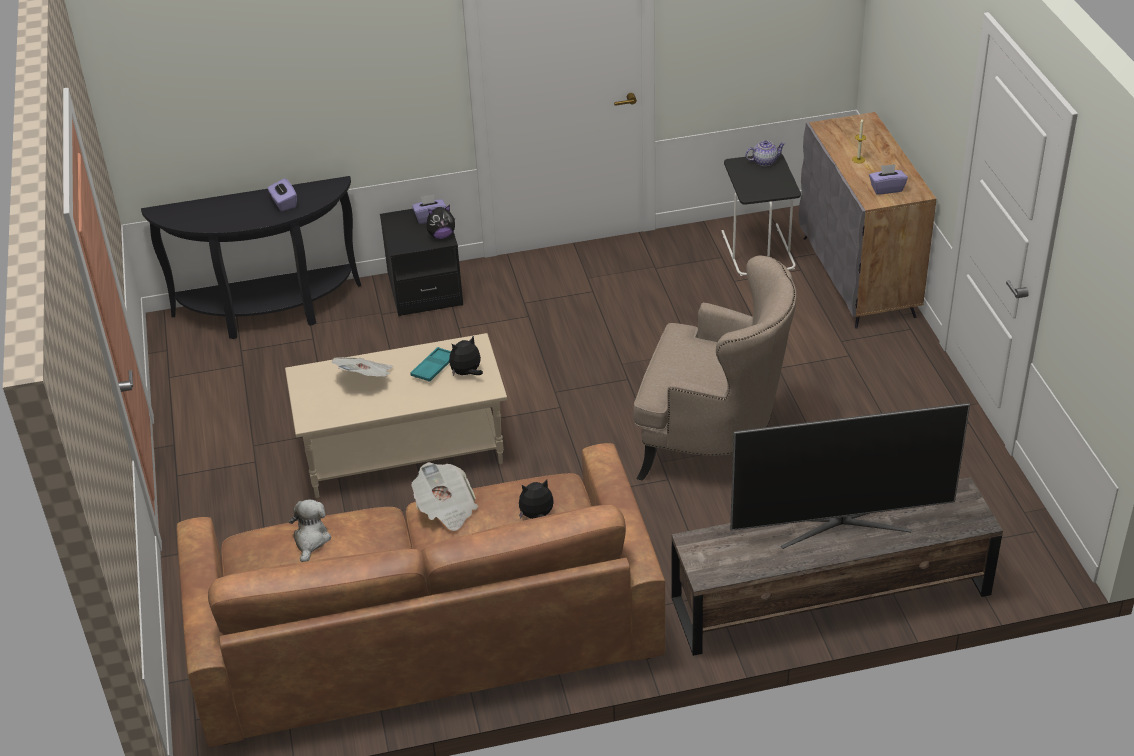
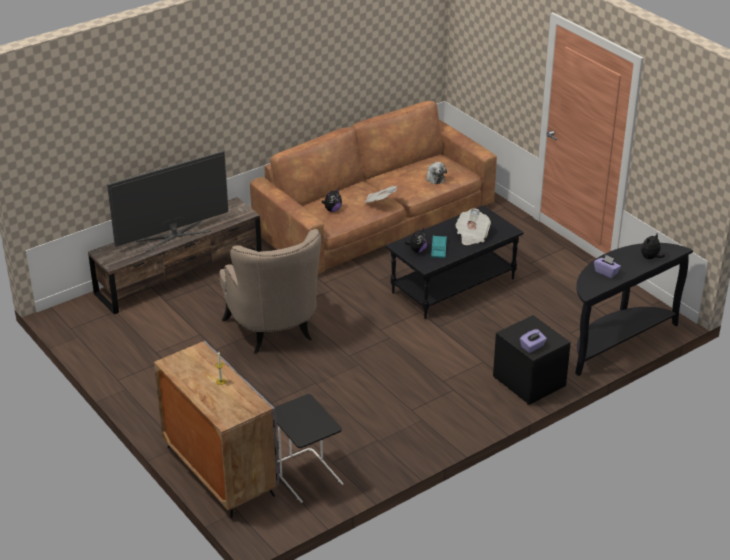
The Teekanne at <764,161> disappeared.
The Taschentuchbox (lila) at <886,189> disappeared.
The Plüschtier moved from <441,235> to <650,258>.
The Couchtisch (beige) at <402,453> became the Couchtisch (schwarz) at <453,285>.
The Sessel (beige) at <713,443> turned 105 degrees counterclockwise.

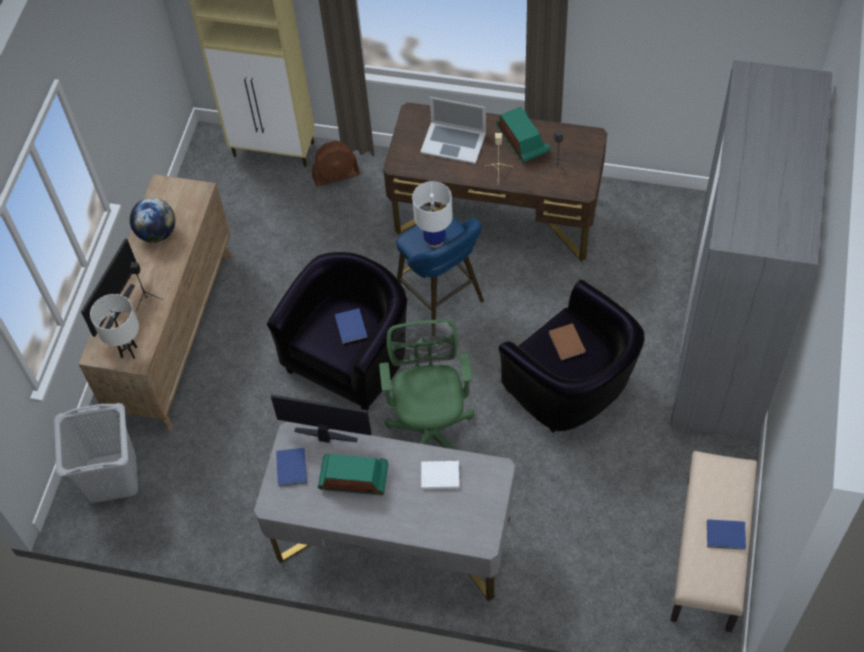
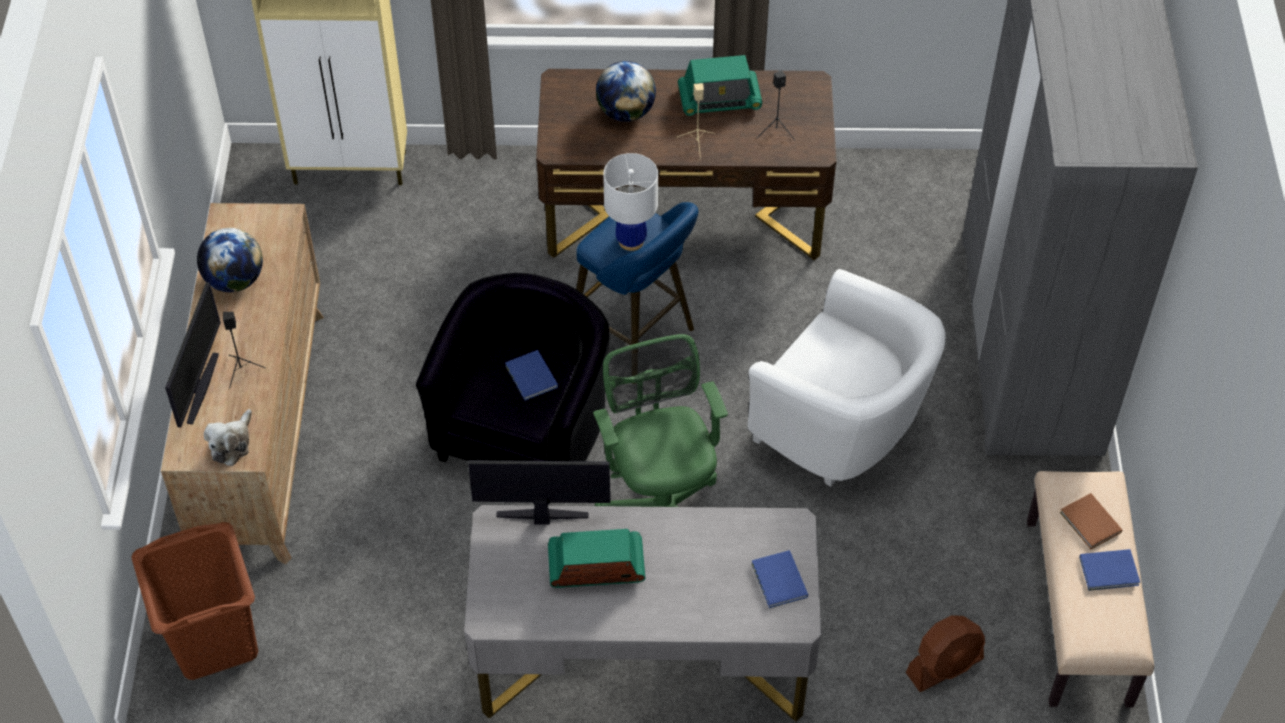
The Buch (weiß) at <439,475> disappeared.
The Buch (blau) moved from <291,469> to <779,582>.
The Ventilator (braun) moved from <336,175> to <945,666>.
The Buch (braun) moved from <566,344> to <1090,524>.
The Tischlampe (weiß) at <129,352> was replaced by the Plüschtier at <232,444>.
The Laptop at <453,142> was replaced by the Globus at <626,112>.
The Wäschekorb (grau) at <112,476> became the Wäschekorb (braun) at <215,639>.
The Sessel (schwarz) at <572,391> became the Sessel (weiß) at <843,428>.
The Radio at <522,141> turned 120 degrees clockwise.

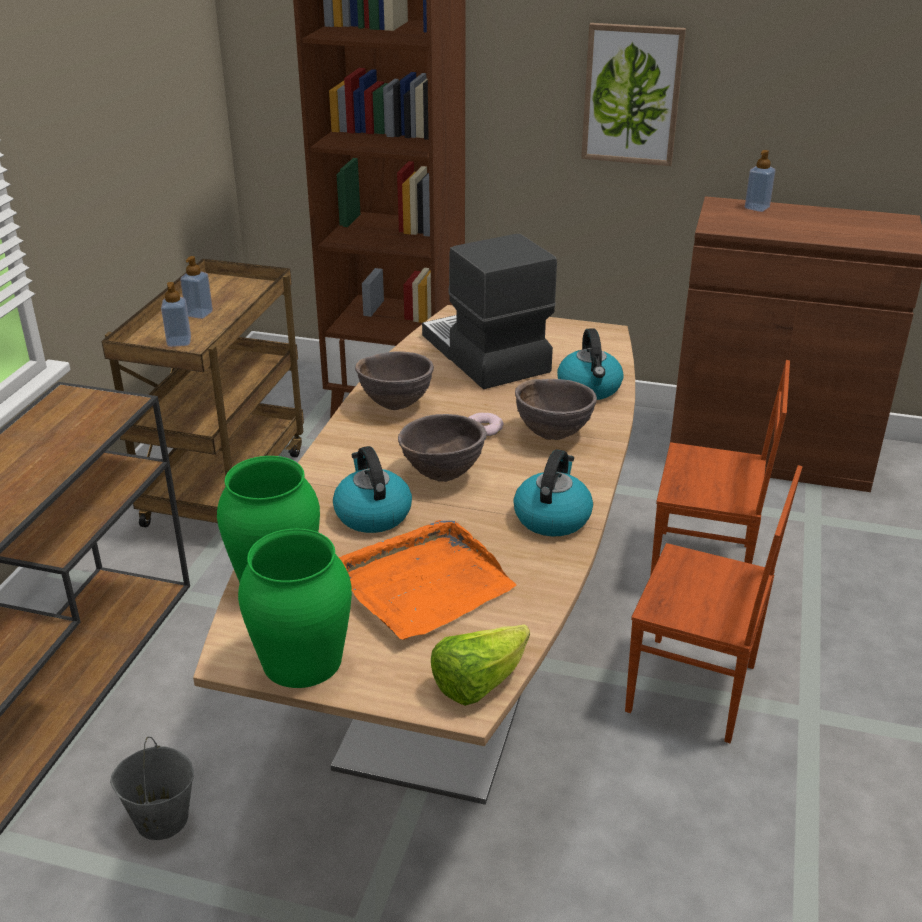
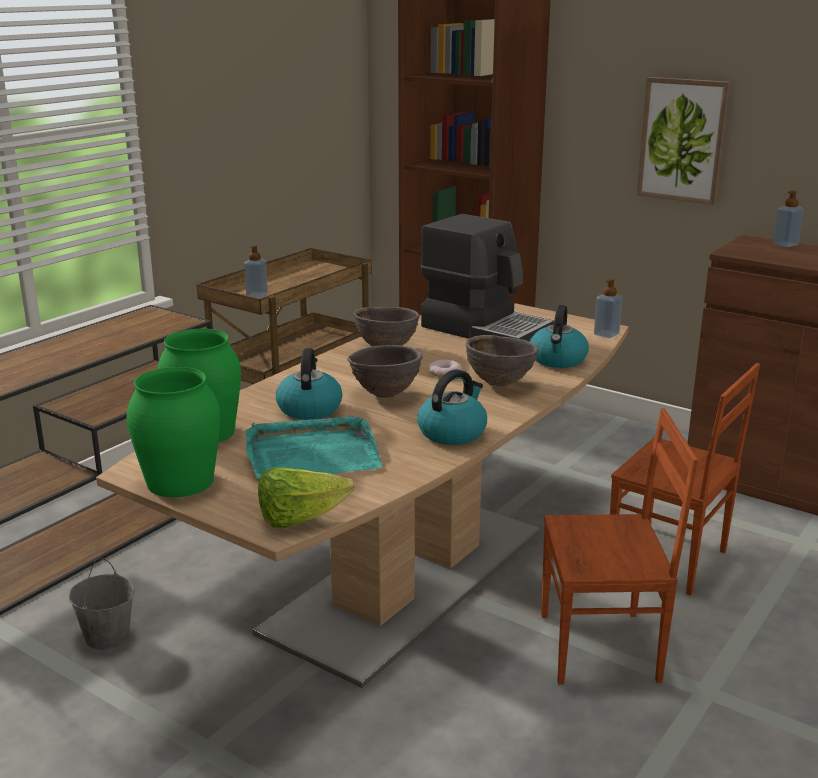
The Seifenspender moved from <199,314> to <606,334>.
The Tablett (orange) at <423,584> became the Tablett (türkis) at <311,455>.
The Kaffeemaschine at <484,354> turned 135 degrees clockwise.
The Stuhl (braun) at <693,690> turned 45 degrees counterclockwise.

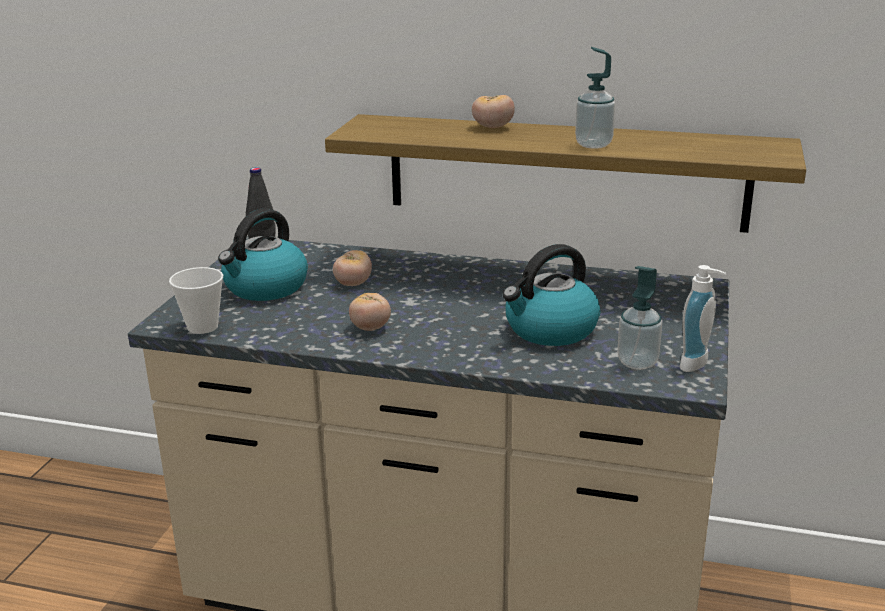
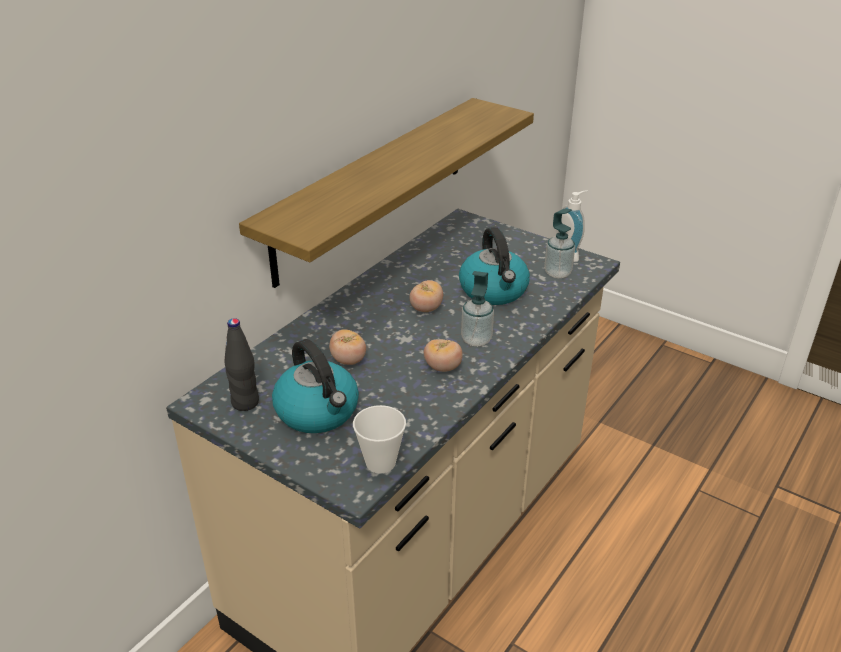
The Tomate moved from <493,127> to <426,309>.
The Seifenspender moved from <593,144> to <476,339>.

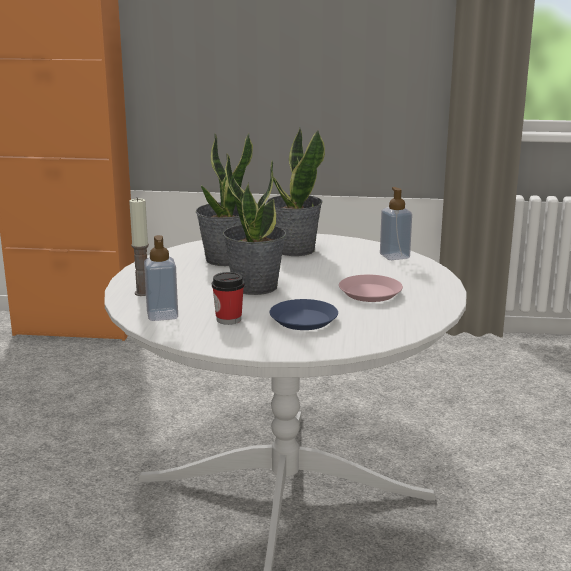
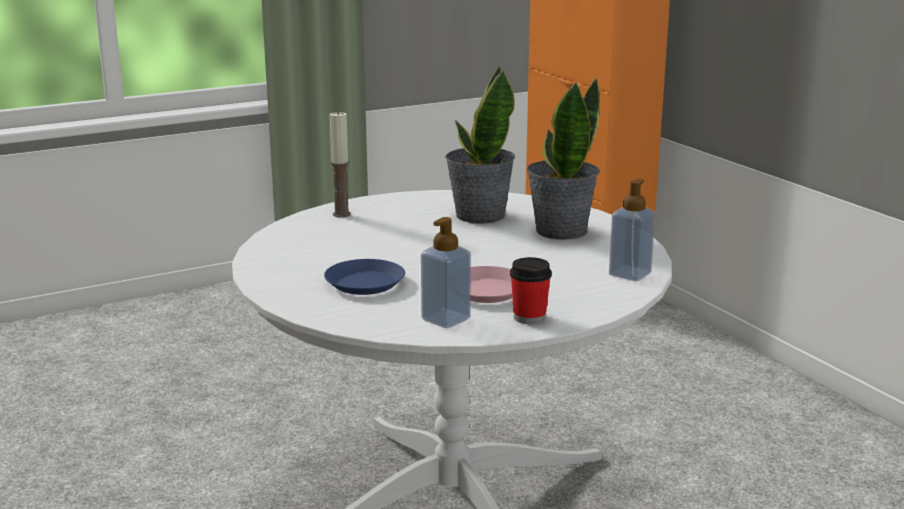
The Topfpflanze at <254,286> disappeared.
The Seifenspender moved from <162,315> to <445,319>.
The Tasse moved from <228,319> to <529,317>.

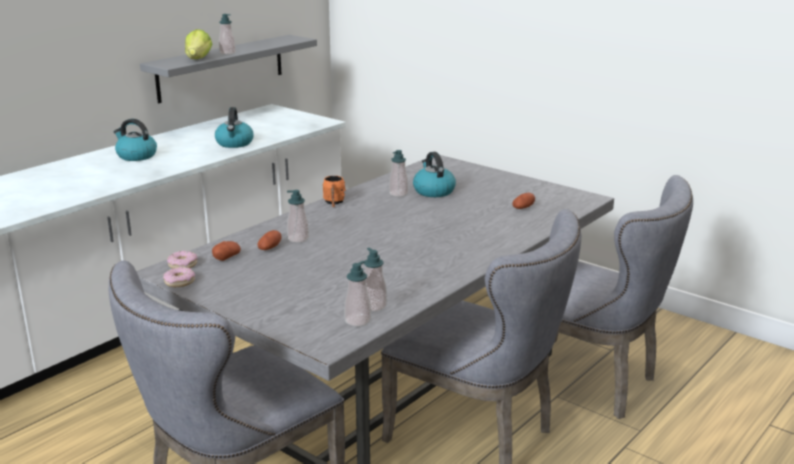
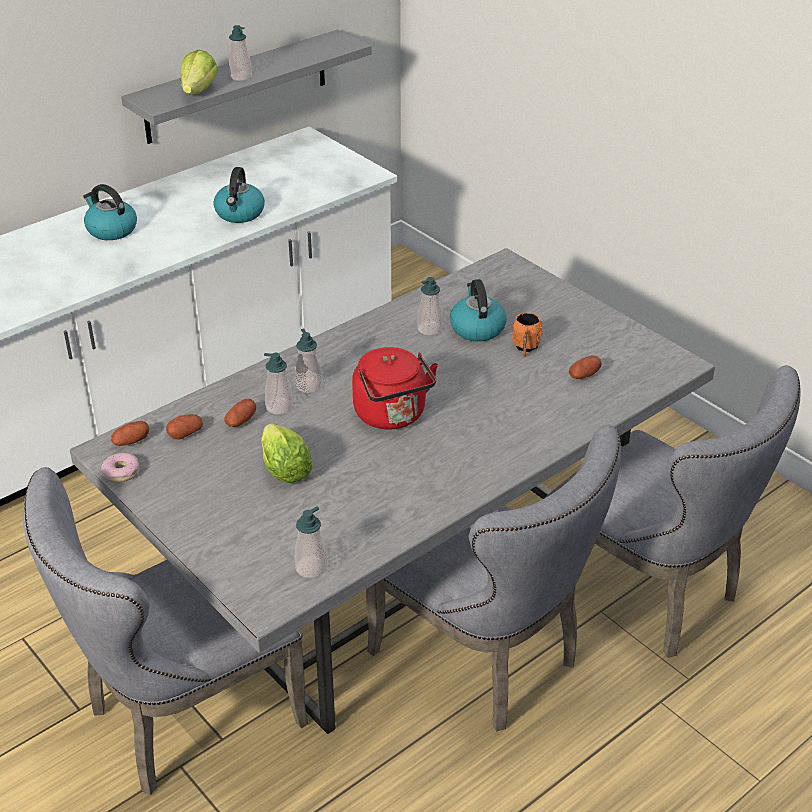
The Salatkopf at <284,469> appeared.
The Wasserkessel (rot) at <392,416> appeared.
The Henkelbecher (orange) moved from <333,202> to <525,348>.
The Seifenspender moved from <374,306> to <309,386>.
The Donut at <183,265> was replaced by the Kartoffel at <131,441>.

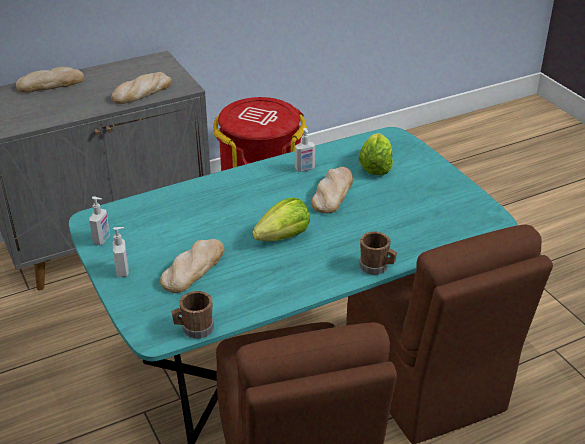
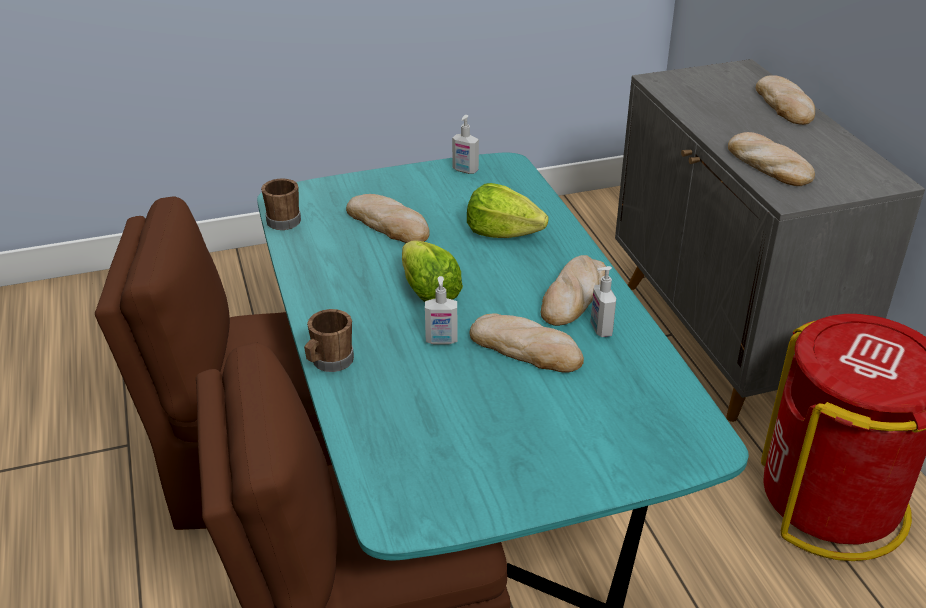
The Brot at <573,295> appeared.
The Seifenspender moved from <123,271> to <441,341>.
The Salatkopf moved from <375,167> to <502,233>.

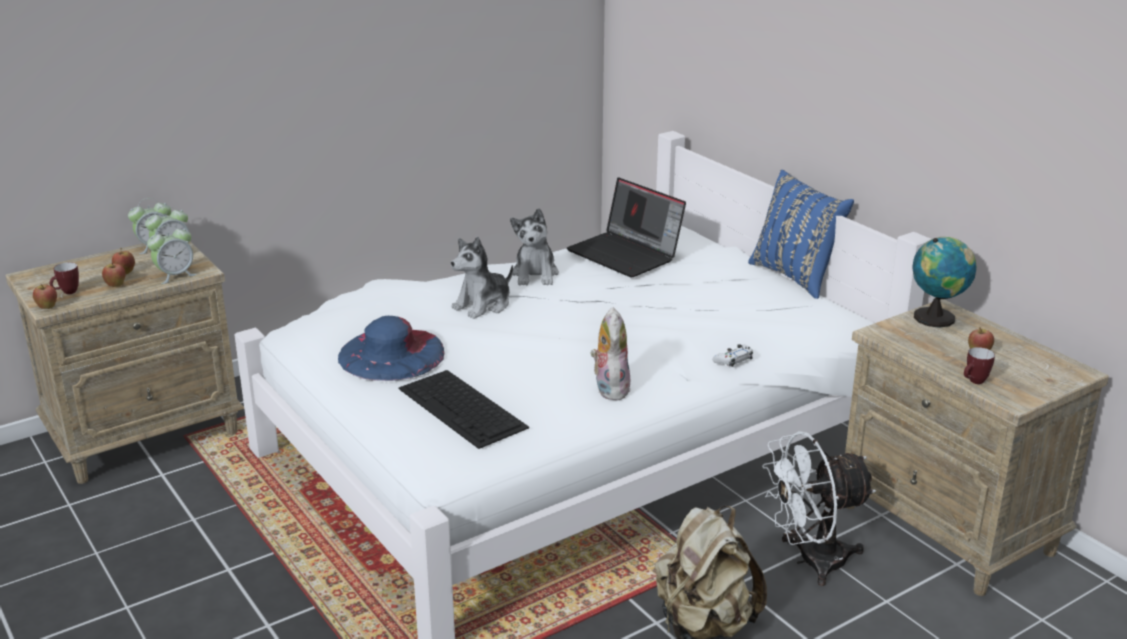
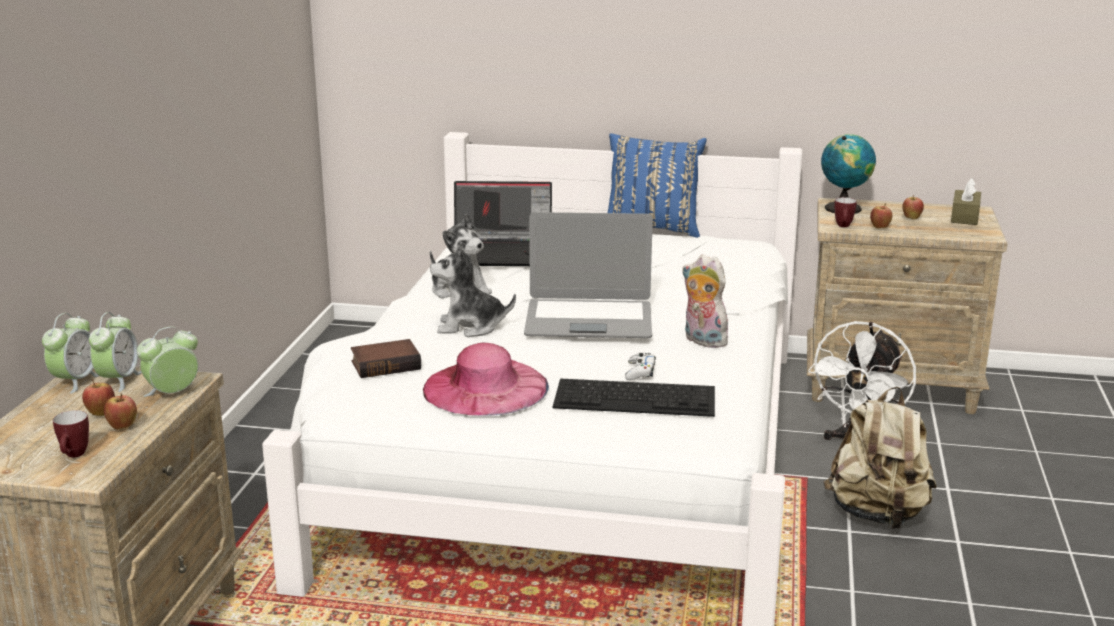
The Buch at <386,364> appeared.
The Laptop at <588,321> appeared.
The Taschentuchbox (braun) at <964,217> appeared.
The Apfel moved from <47,308> to <880,228>.
The Gamepad (weiß) moved from <733,360> to <640,372>.
The Henkelbecher moved from <974,382> to <844,226>.
The Hut (blau) at <391,354> became the Hut (rosa) at <485,387>.
The Wecker at <175,276> turned 135 degrees counterclockwise.
The Plüschtier at <483,305> turned 90 degrees clockwise.

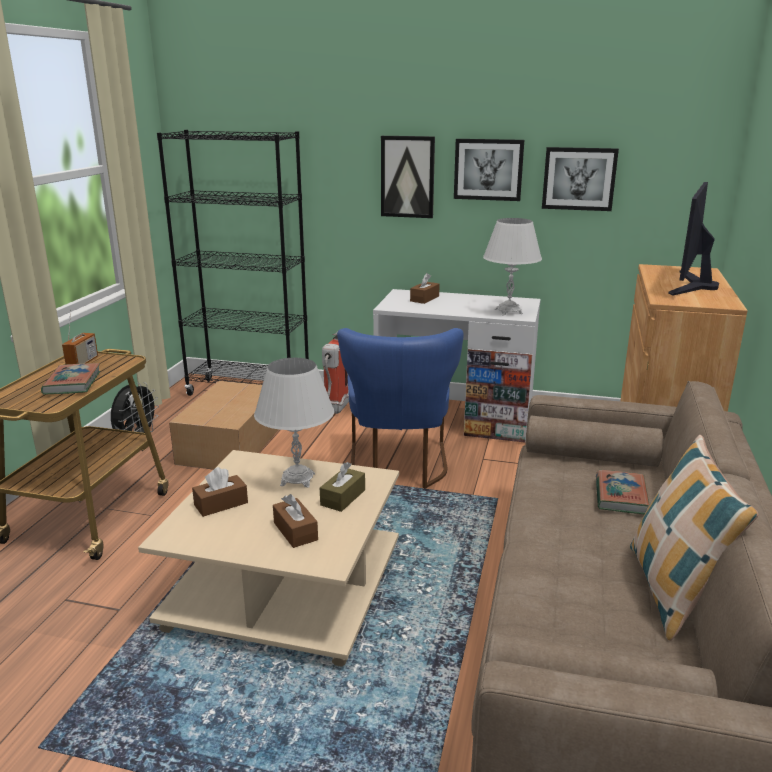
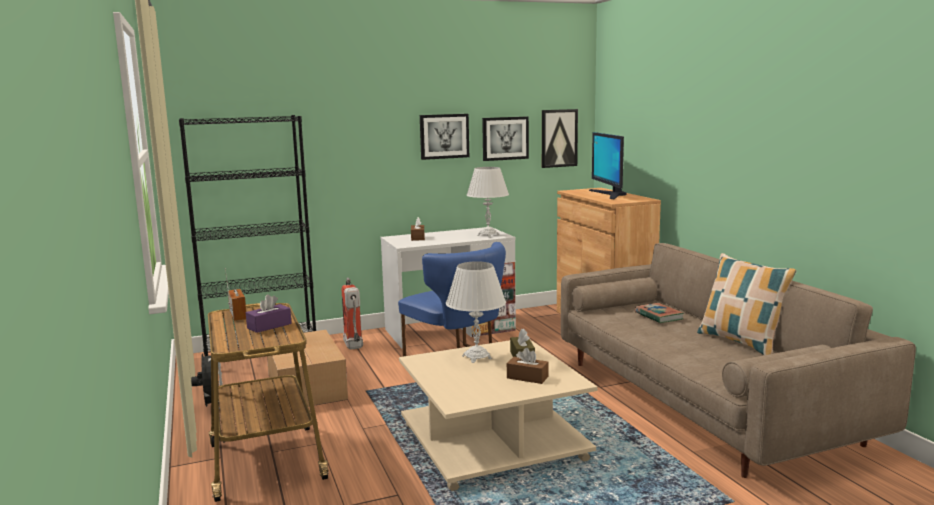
The Taschentuchbox (braun) at <221,504> disappeared.
The Bild moved from <407,177> to <558,138>.
The Buch at <72,383> was replaced by the Taschentuchbox (lila) at <269,326>.

